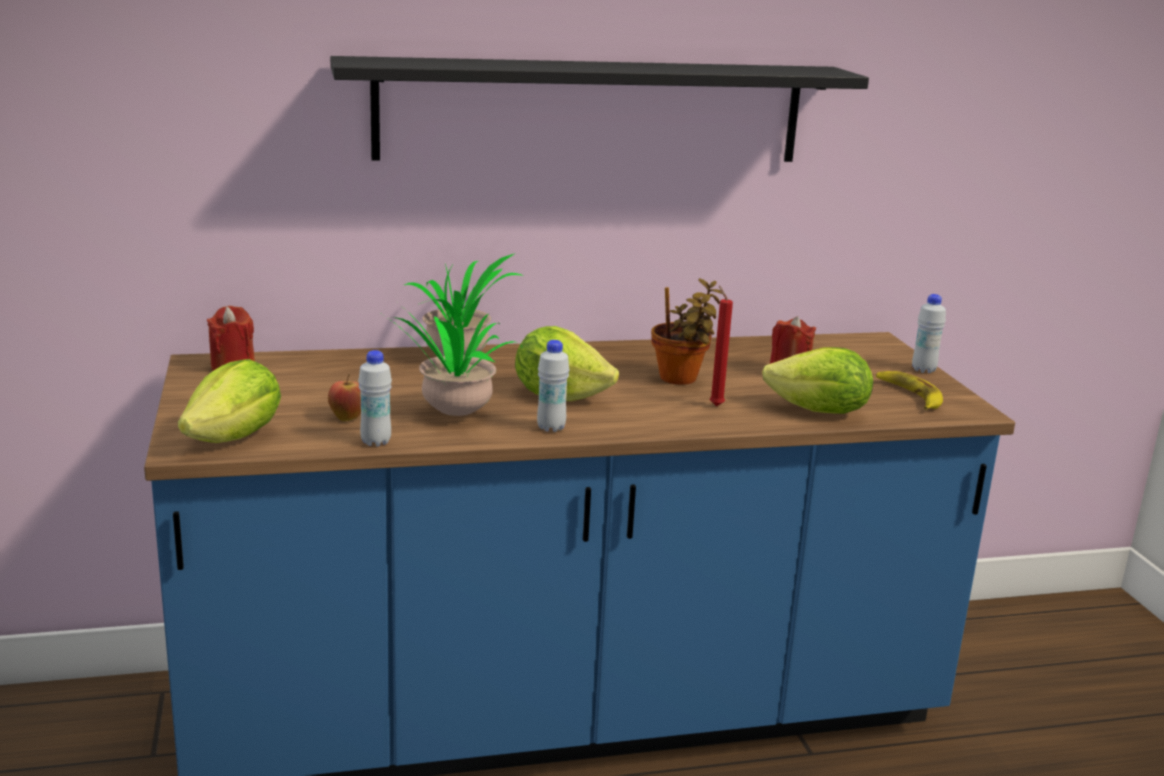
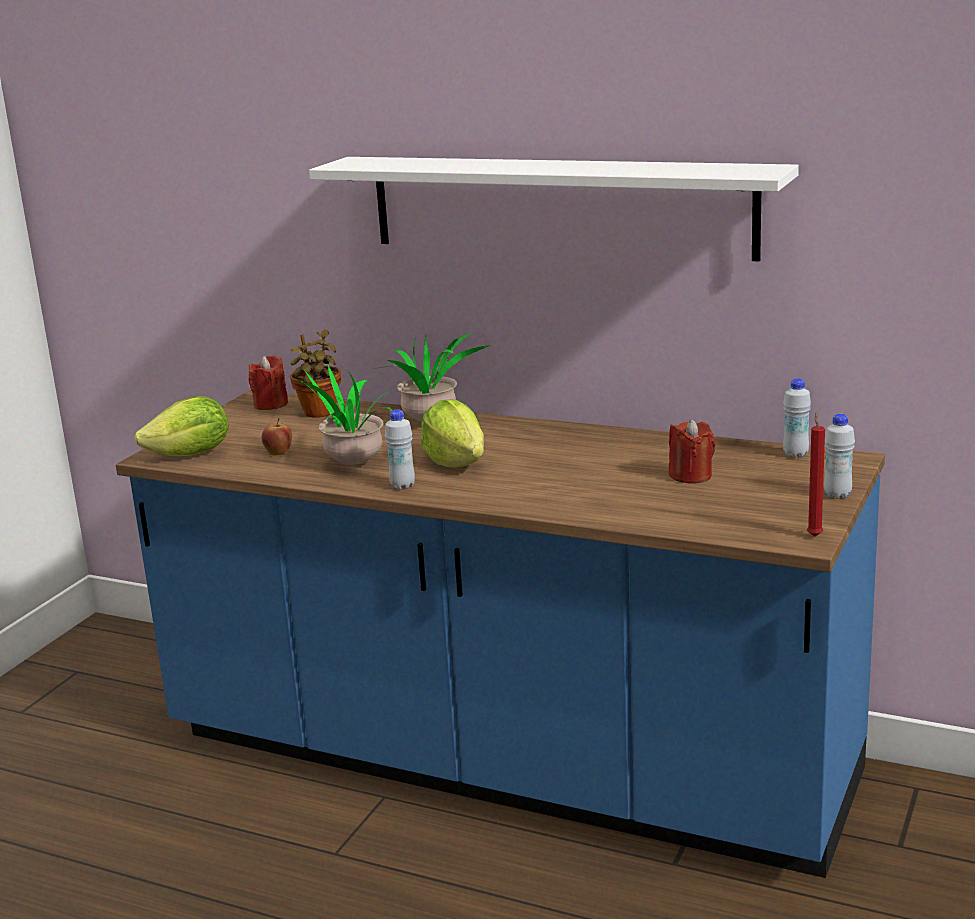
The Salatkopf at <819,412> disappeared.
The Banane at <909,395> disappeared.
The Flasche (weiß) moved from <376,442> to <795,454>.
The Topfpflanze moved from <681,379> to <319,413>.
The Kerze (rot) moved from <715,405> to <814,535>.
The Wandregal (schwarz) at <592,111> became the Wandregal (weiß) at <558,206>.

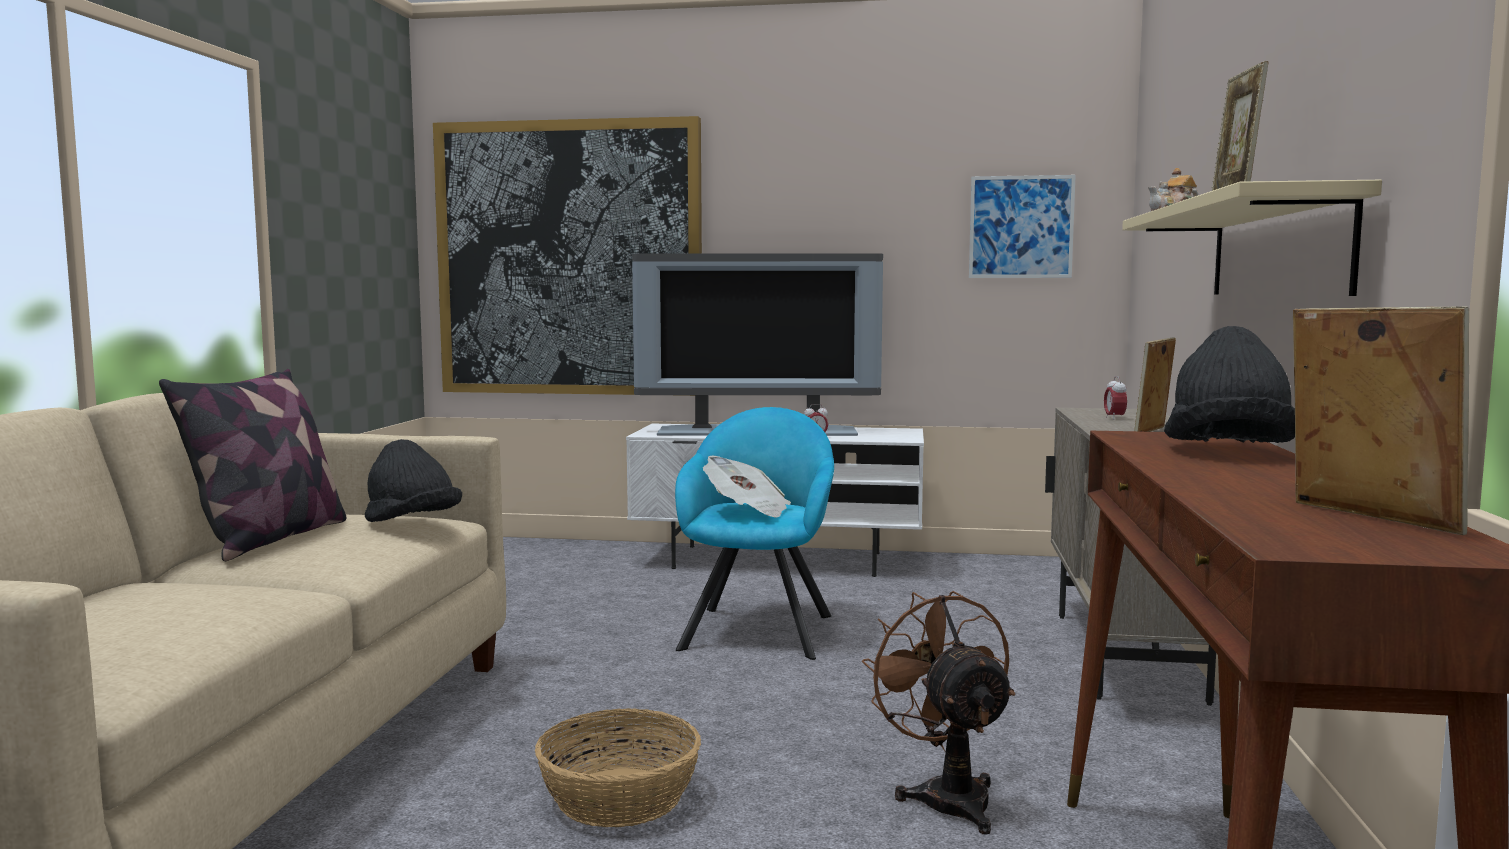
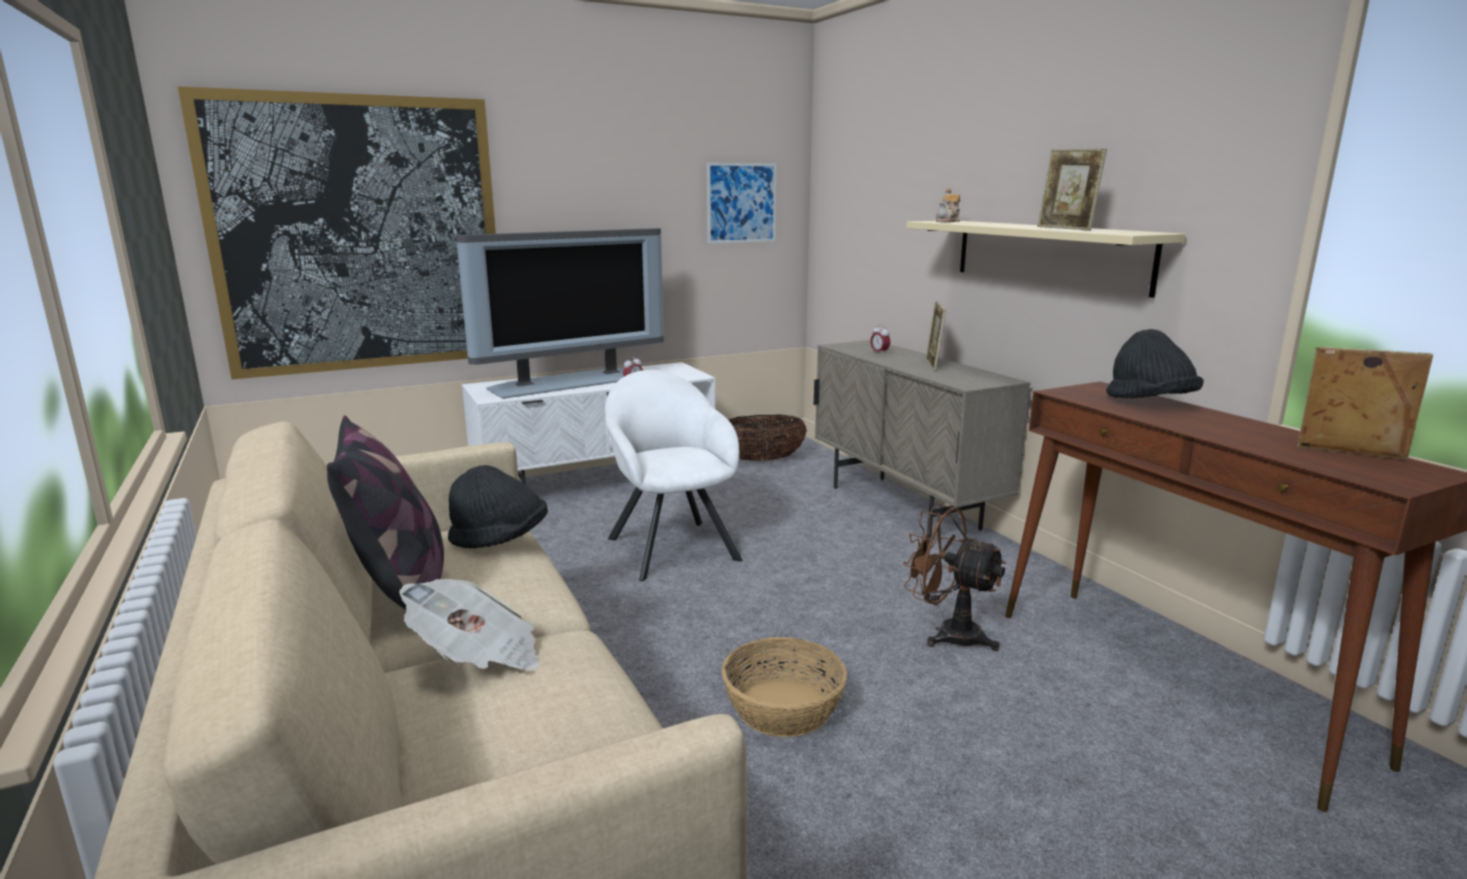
The Korb at <762,460> appeared.
The Zeitung moved from <747,510> to <478,657>.
The Sessel (türkis) at <759,628> became the Sessel (weiß) at <670,545>.

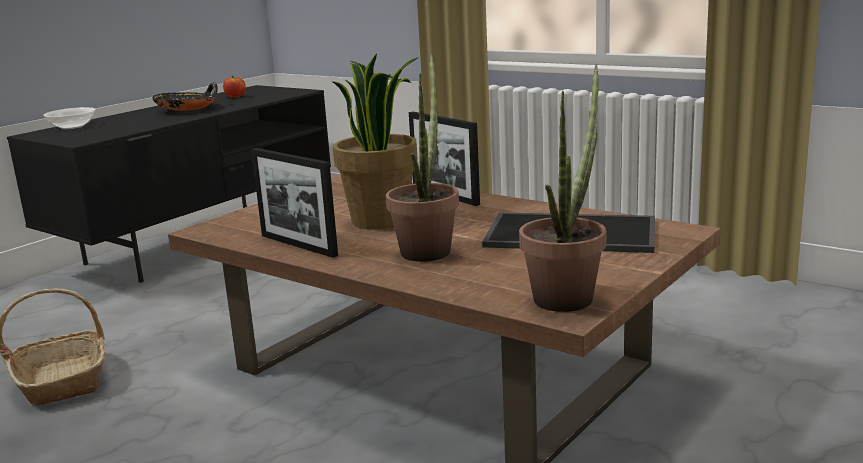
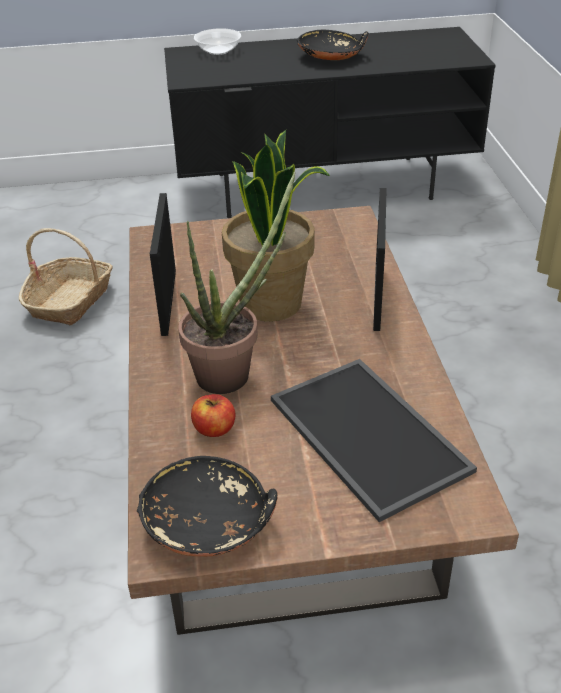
The Apfel moved from <235,96> to <214,429>.
The Topfpflanze at <568,295> was replaced by the Schüssel (schwarz) at <209,522>.

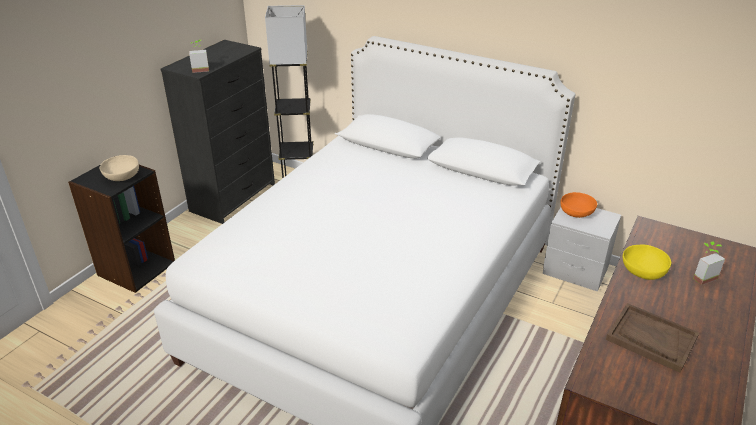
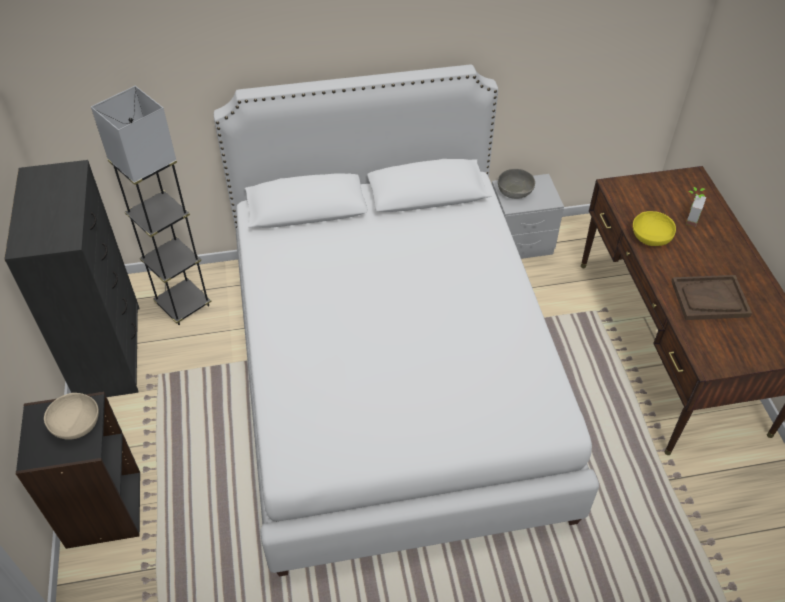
The Topfpflanze at <200,69> disappeared.
The Schüssel (orange) at <577,213> became the Schüssel (grau) at <515,191>.

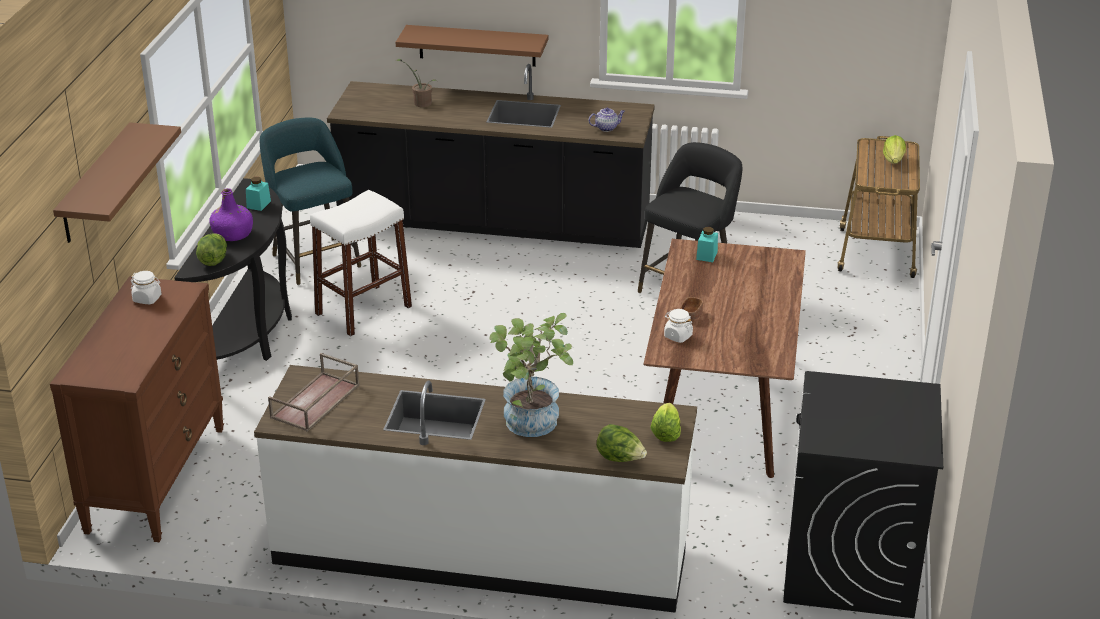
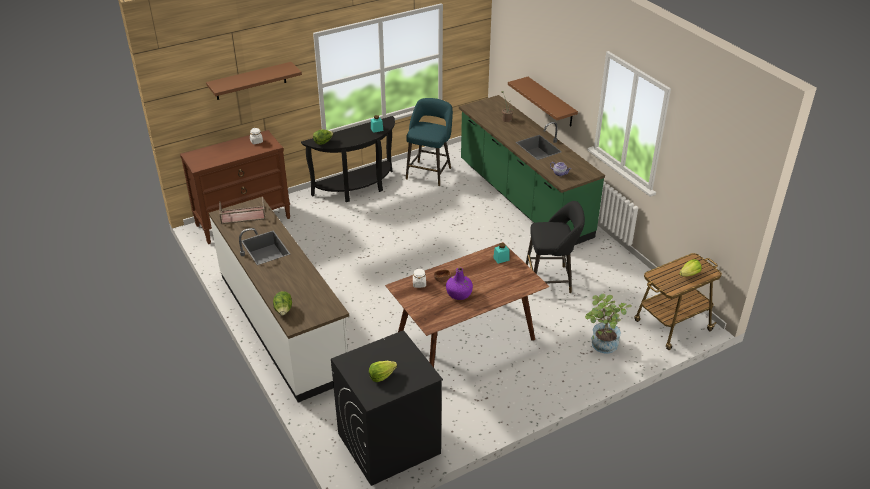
The Hocker (weiß) at <363,310> disappeared.
The Flasche (lila) moved from <233,234> to <459,294>.
The Topfpflanze moved from <531,426> to <601,346>.
The Salatkopf moved from <665,433> to <381,376>.
The Küchenzeile (schwarz) at <494,223> became the Küchenzeile (grün) at <523,199>.

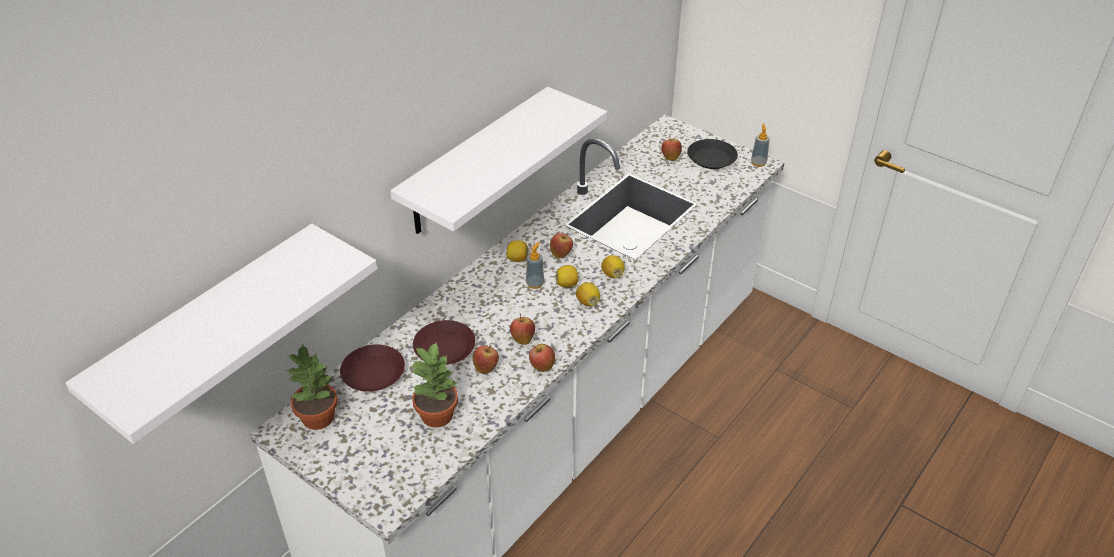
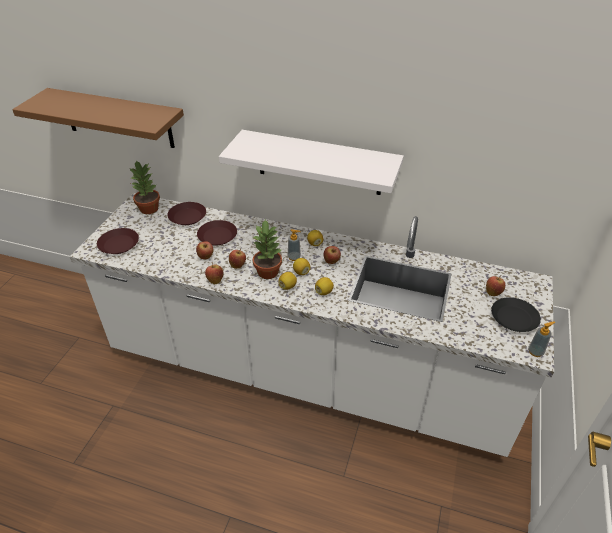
The Teller (braun) at <119,245> appeared.
The Topfpflanze moved from <437,414> to <268,272>.
The Wandregal (weiß) at <208,326> became the Wandregal (braun) at <117,118>.

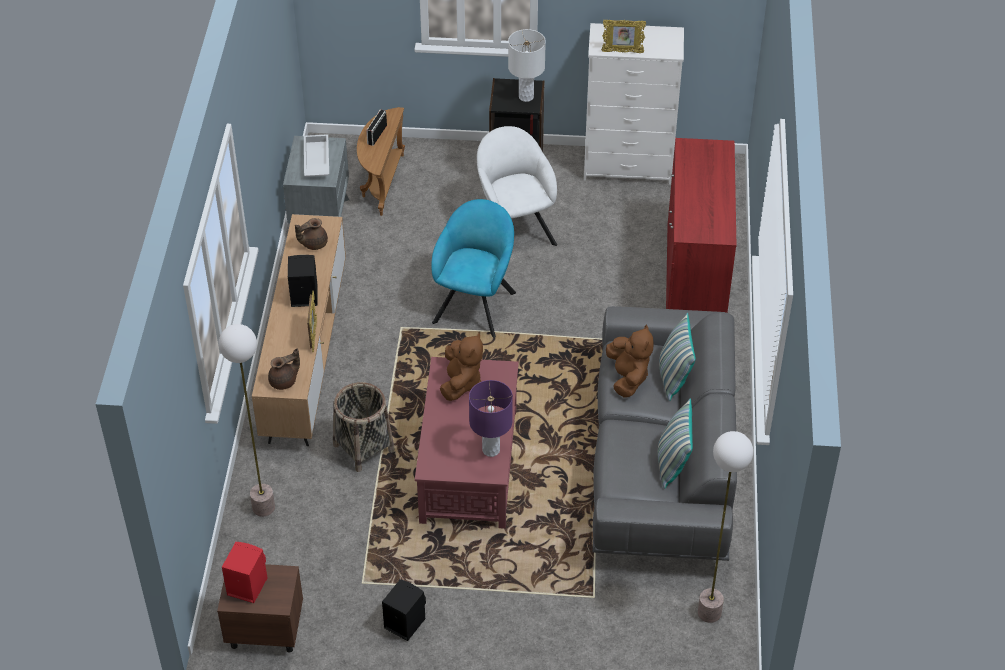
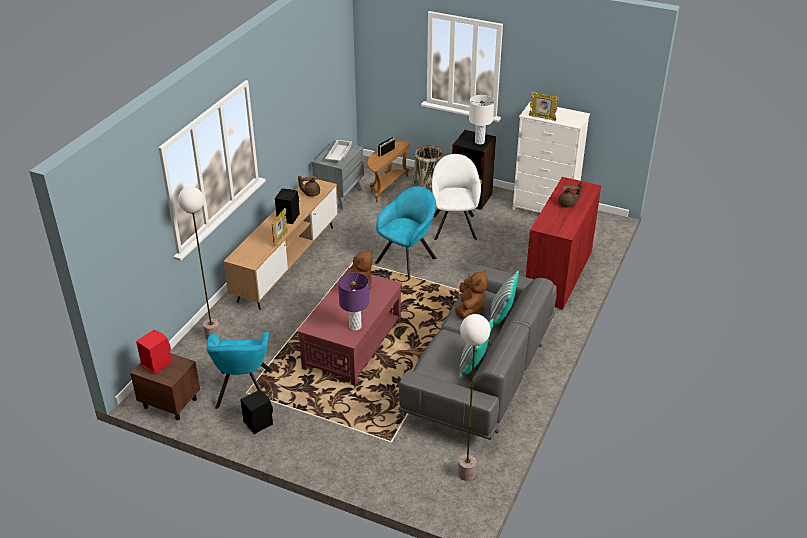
The Sessel (türkis) at <243,391> appeared.
The Teekanne (braun) moved from <284,381> to <568,204>.
The Korb moved from <364,447> to <428,187>.

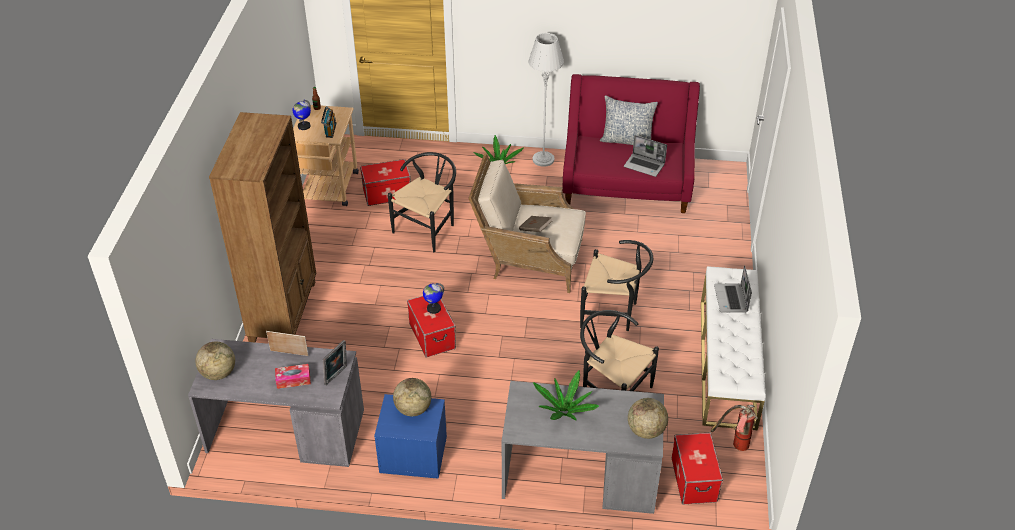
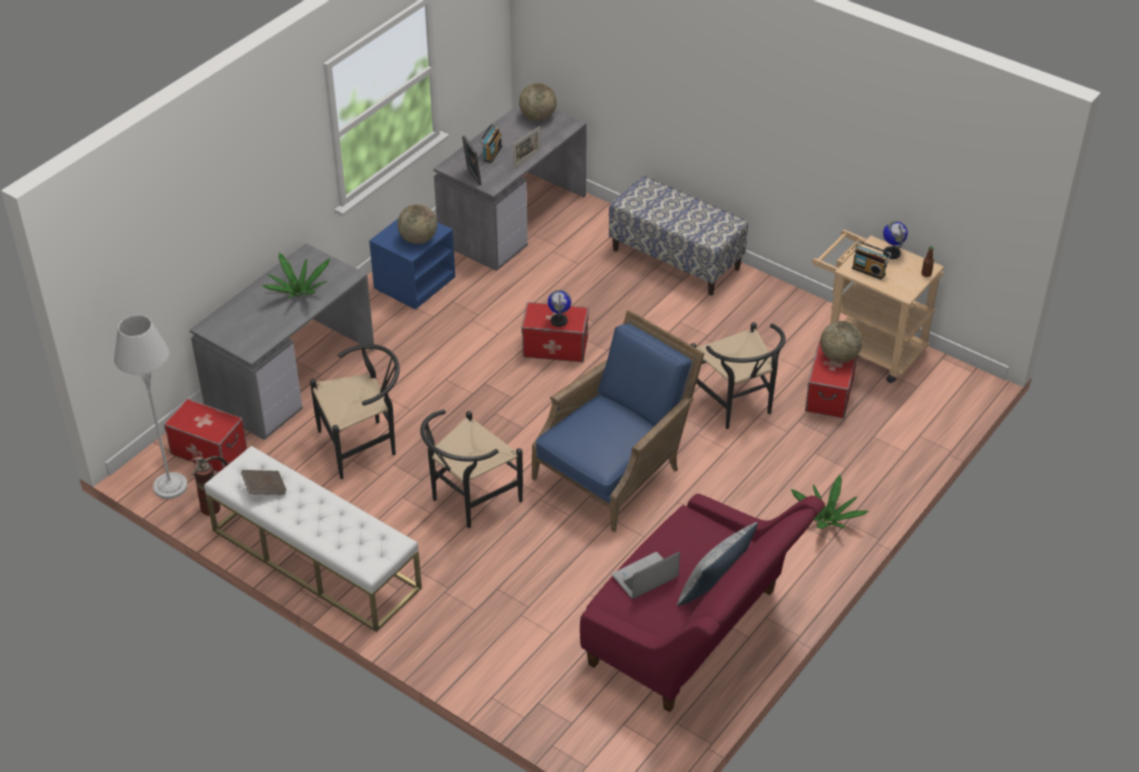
The Laptop at <731,299> disappeared.
The Buch (braun) moved from <535,229> to <265,489>.
The Stehlampe (grau) moved from <543,159> to <170,486>.
The Globus moved from <646,430> to <838,357>.
The Bücherregal (braun) at <284,311> was replaced by the Bank at <676,259>.
The Taschentuchbox at <293,380> was replaced by the Radio at <491,153>.
The Sessel (beige) at <528,259> became the Sessel (blau) at <615,468>.

